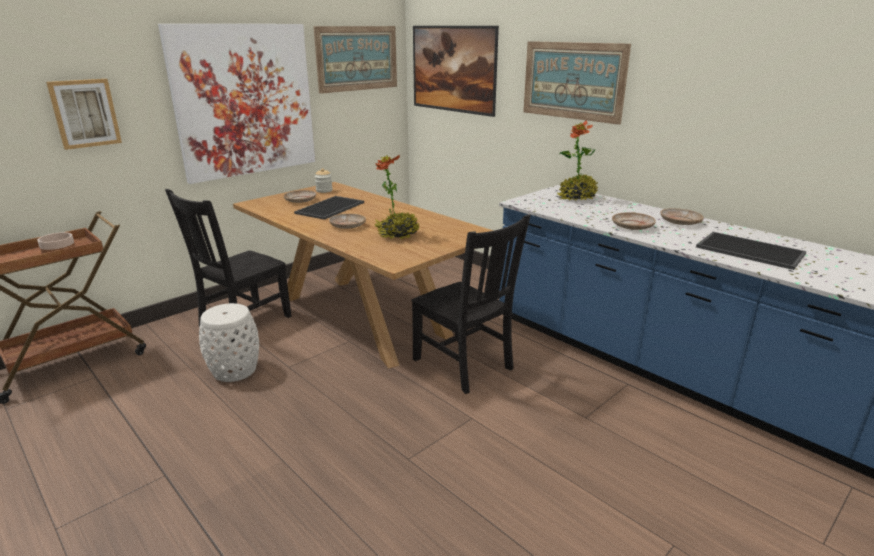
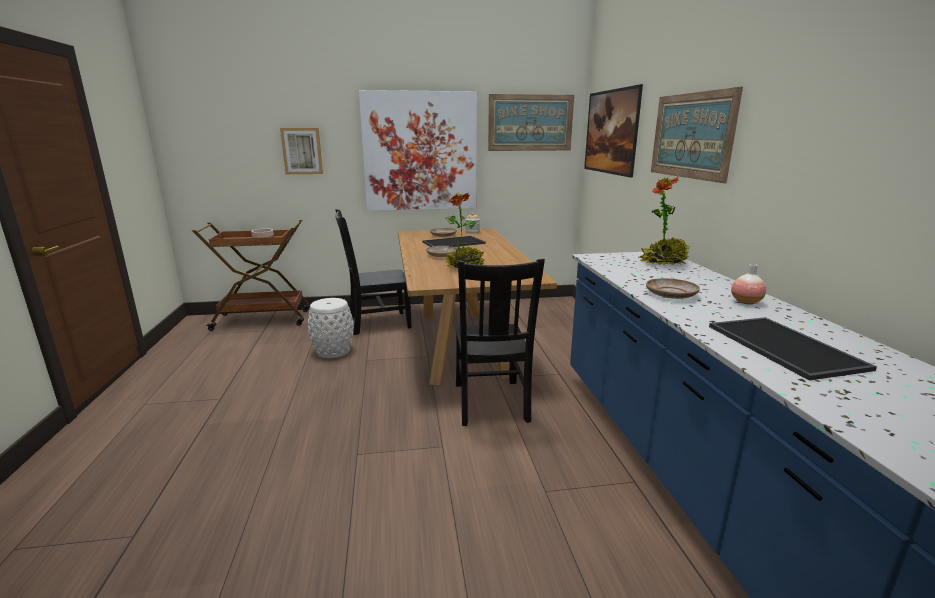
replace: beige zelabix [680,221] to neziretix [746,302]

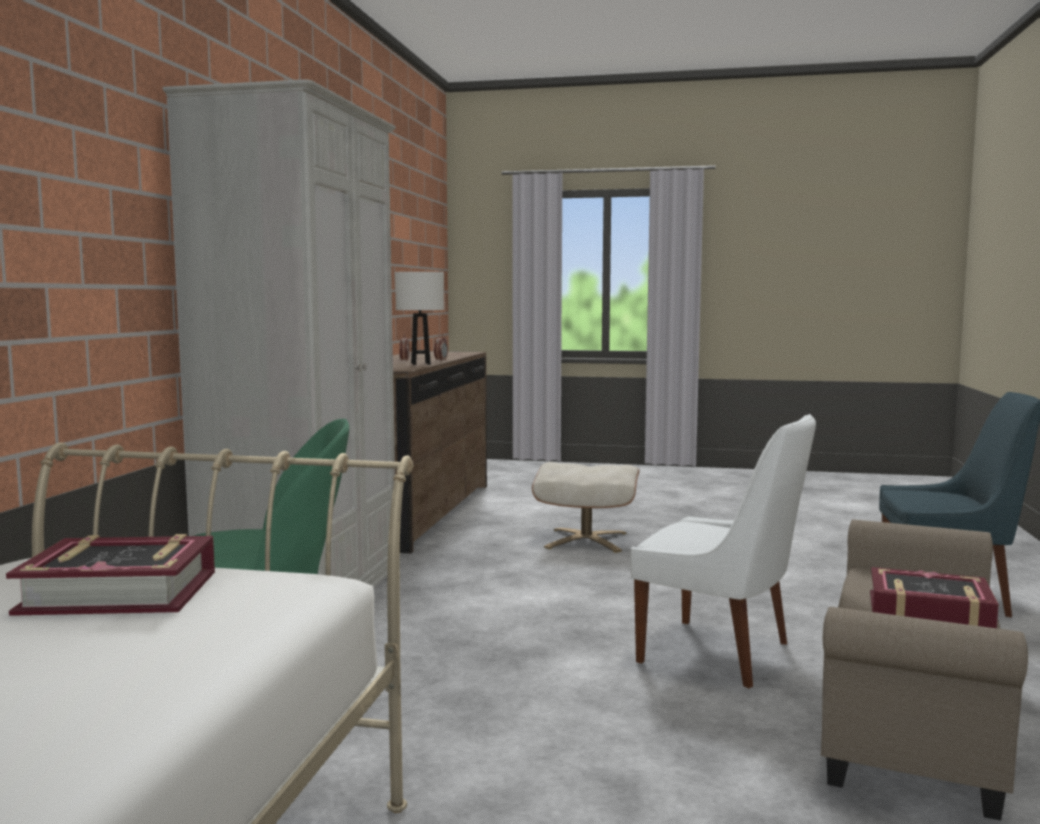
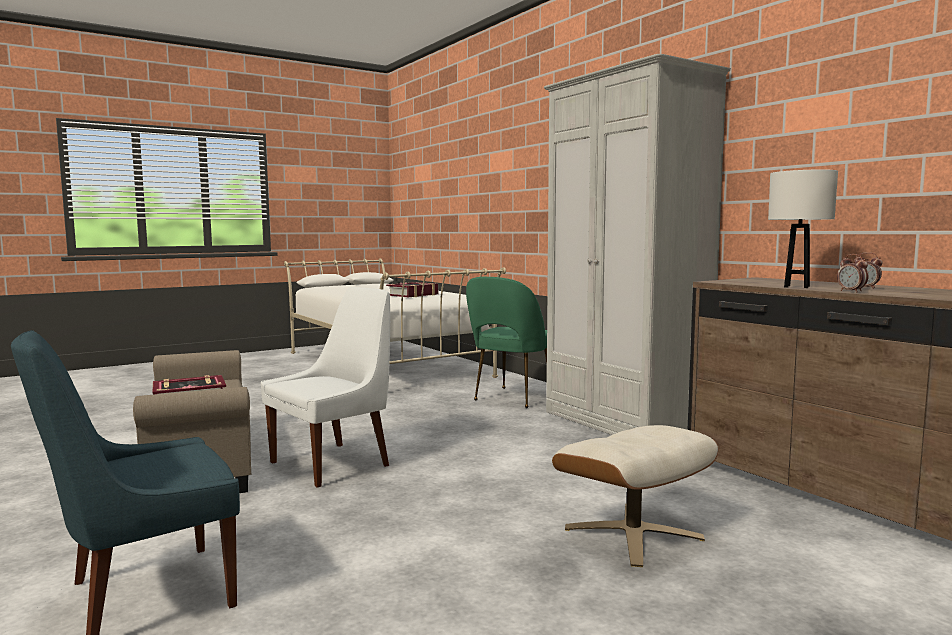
rotate: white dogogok [720,654] = [334,463] 150 degrees clockwise

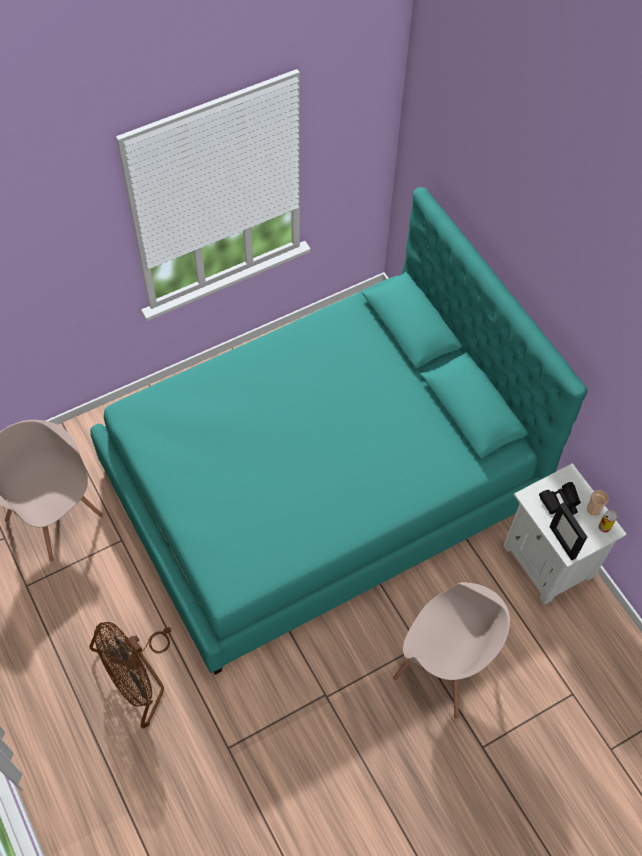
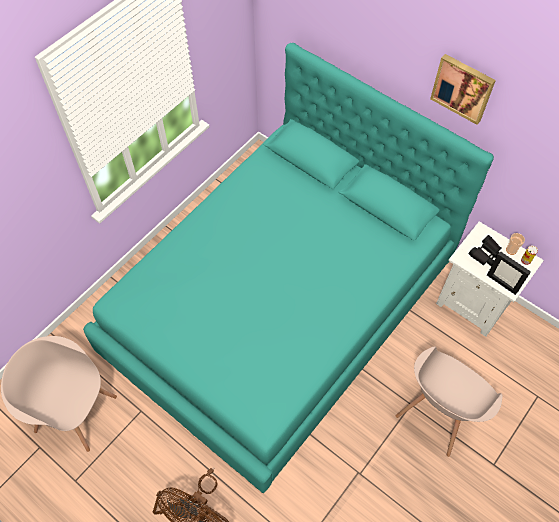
insert: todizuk [463,88]
rotate: beige dogogok [444,668] = [437,414] 120 degrees clockwise

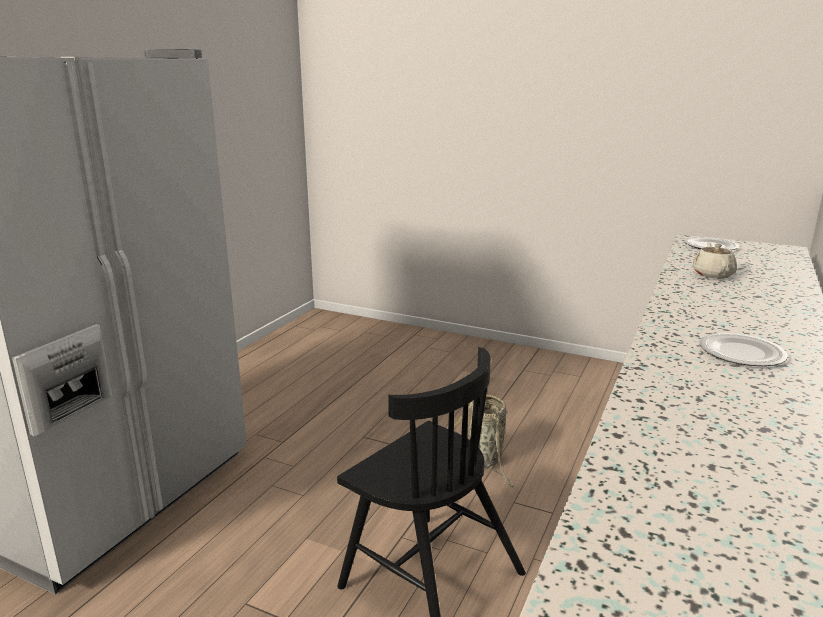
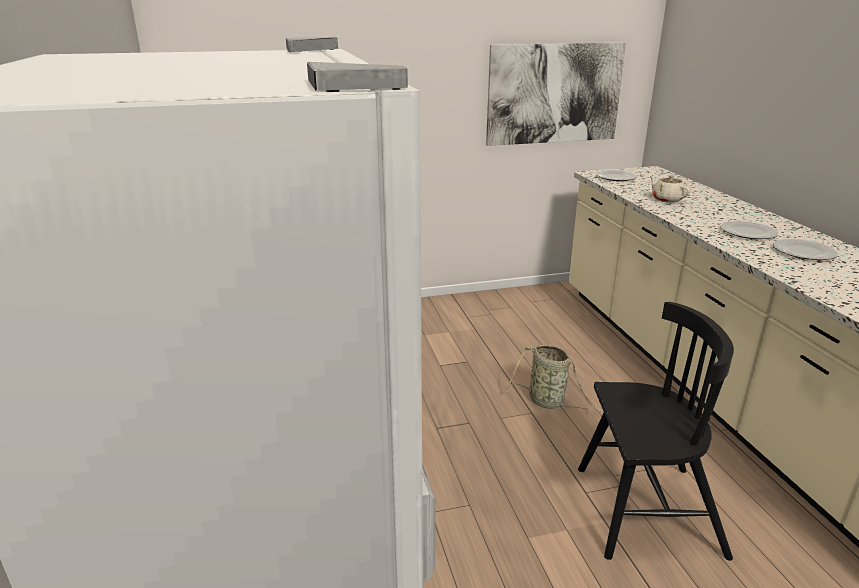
insert: todizuk [554,94]; zelabix [749,232]

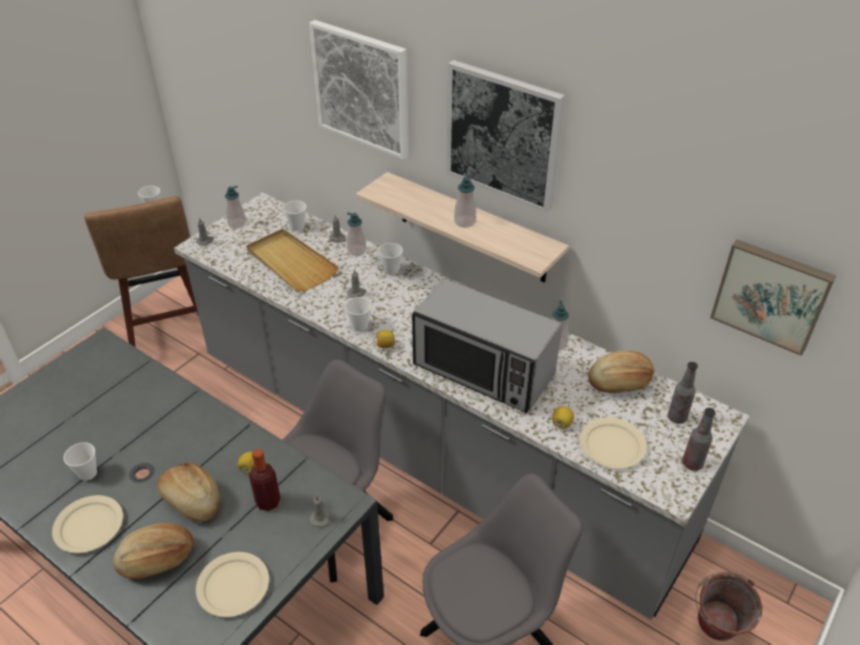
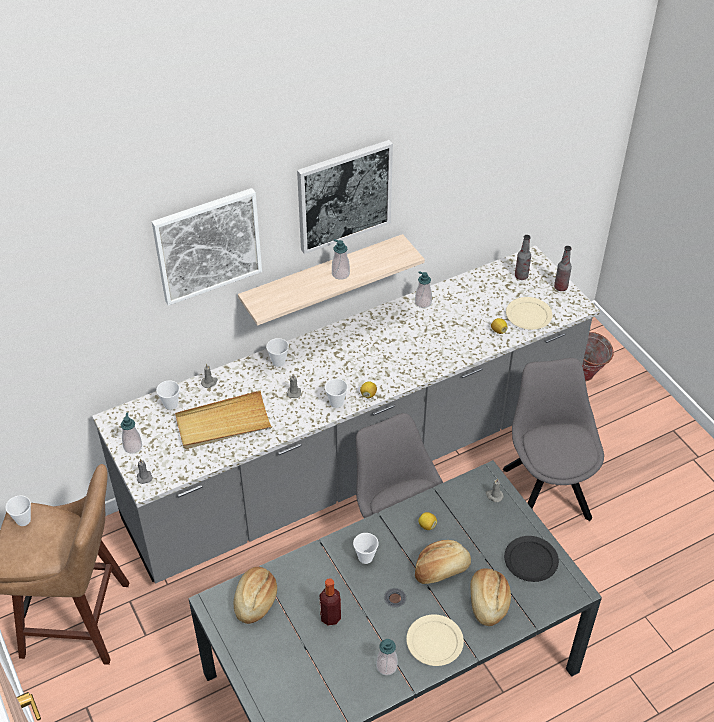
delete: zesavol [483,371]; todizuk [771,294]
move: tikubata [88,473] to [365,557]; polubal [268,502] to [330,617]; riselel [356,251] to [386,666]; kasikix [620,382] to [255,600]
recolor: beige zelabix [234,586] to black zelabix [530,560]

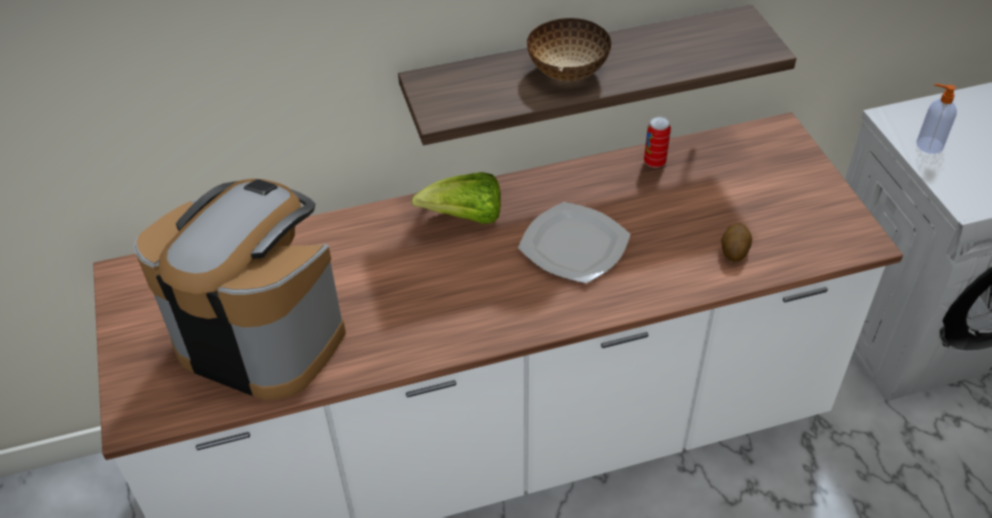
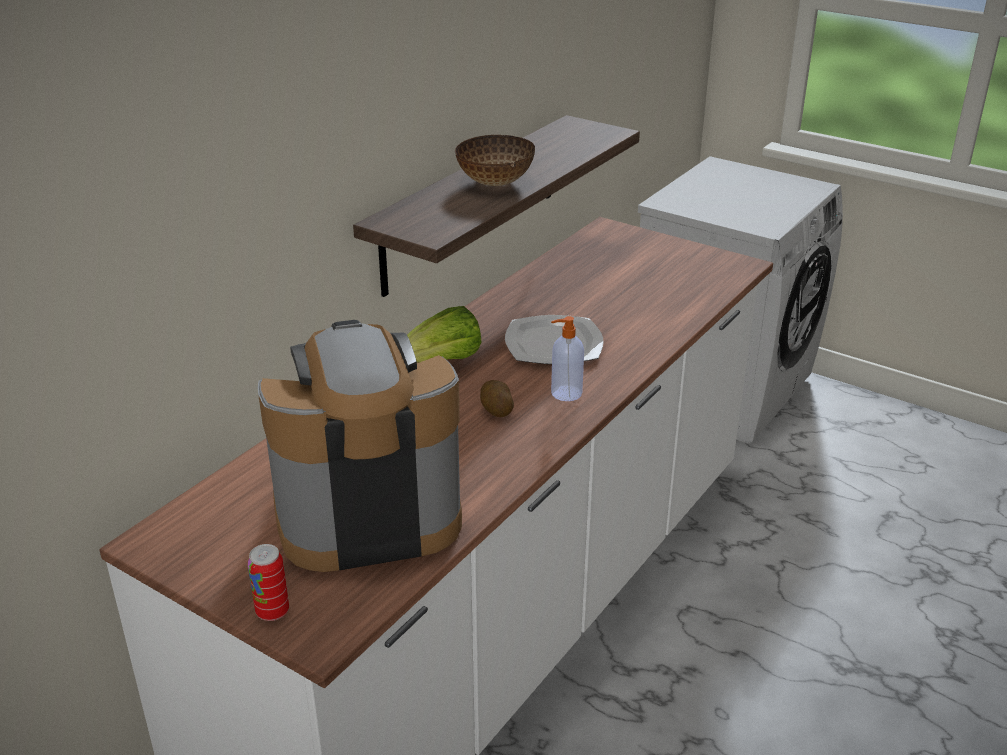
move: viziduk [654,162] to [272,612]; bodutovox [734,250] to [496,410]; riselel [928,145] to [565,393]

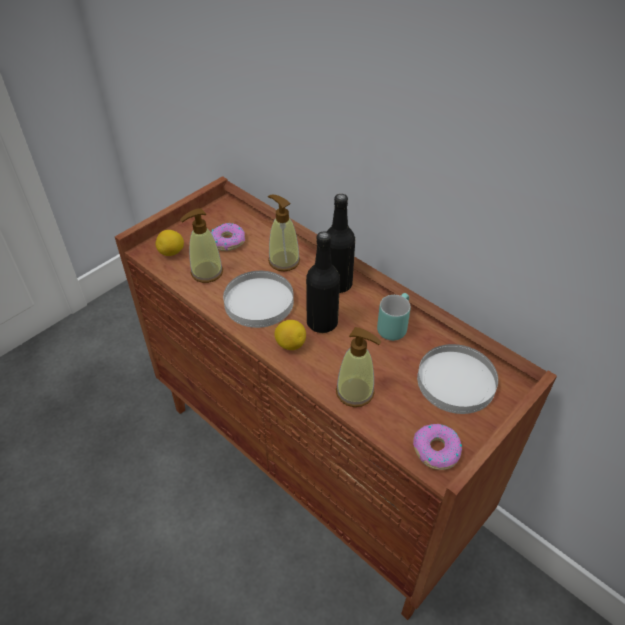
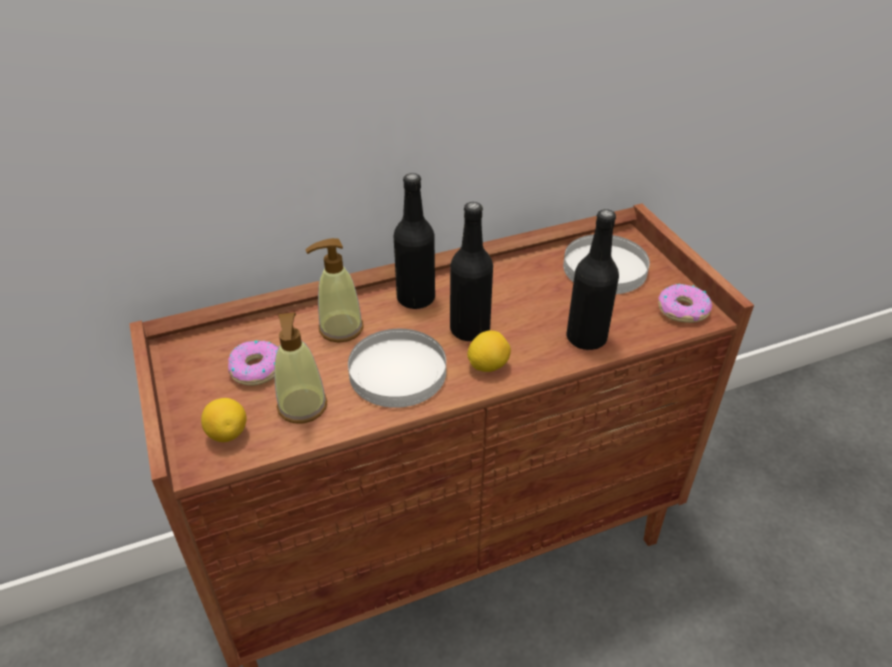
delete: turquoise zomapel [392,325]
replace: riselel [355,392] to black polubal [586,338]

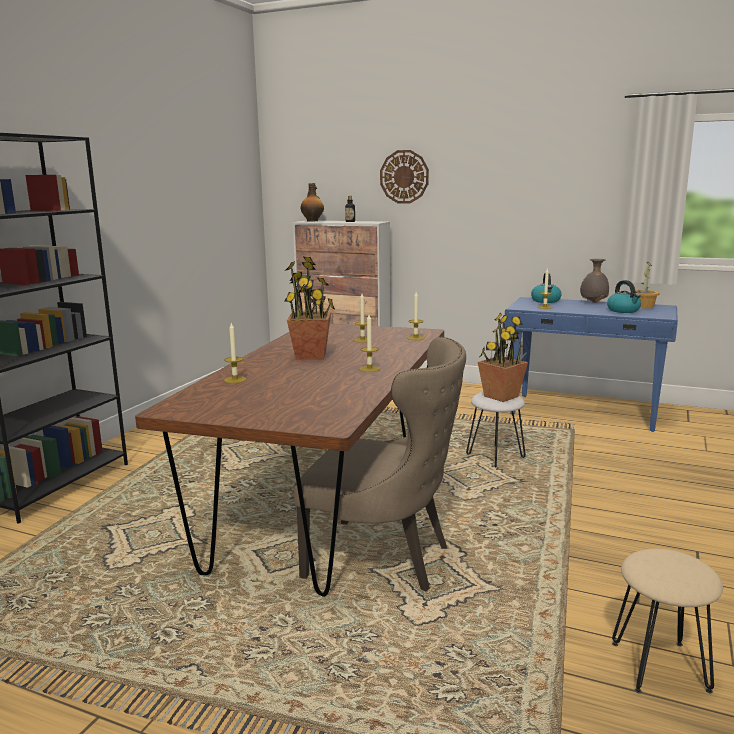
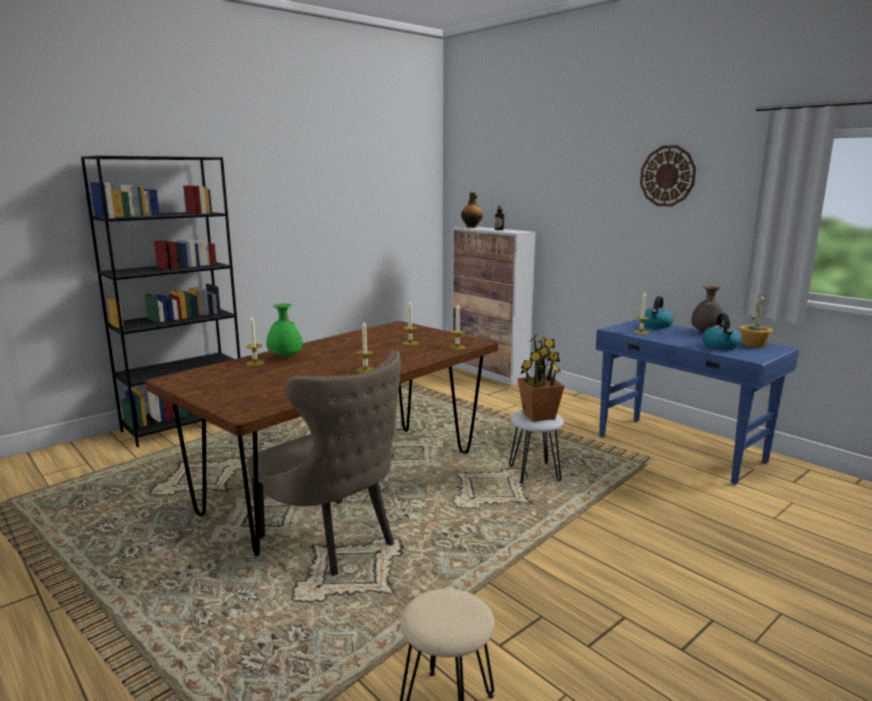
delete: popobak [311,356]
insert: green neziretix [285,357]
move: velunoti [404,177] to [667,176]

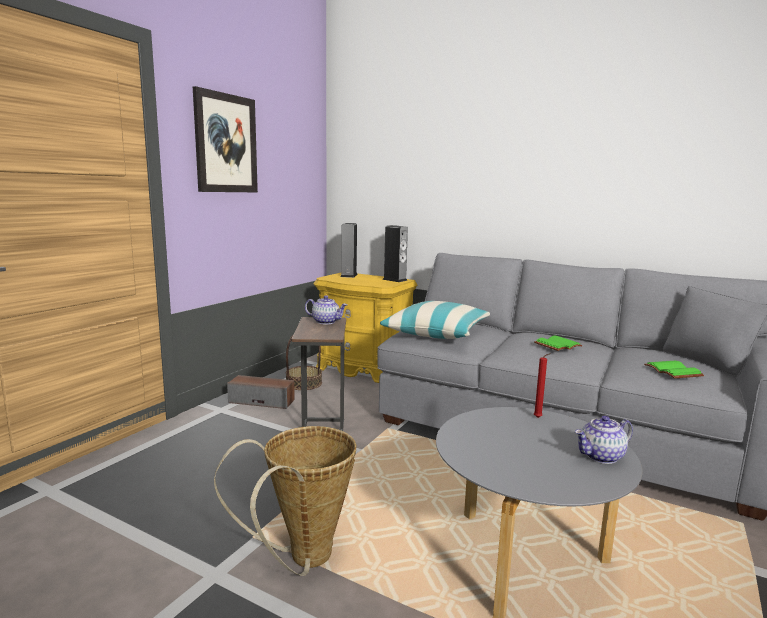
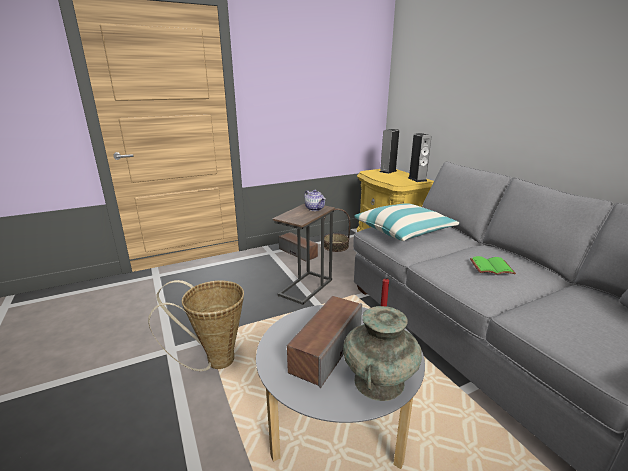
delete: todizuk [226,143]; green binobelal [674,371]
insert: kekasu [326,349]
replace: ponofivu [601,456] to turquoise neziretix [379,381]

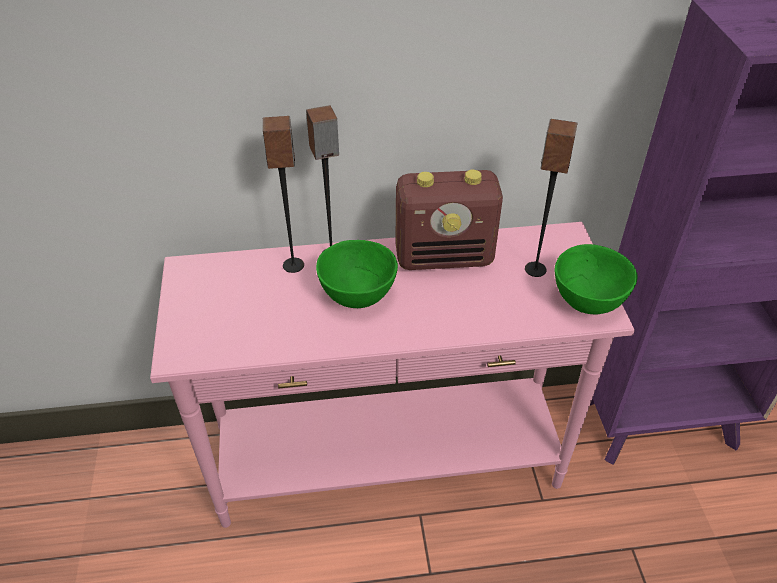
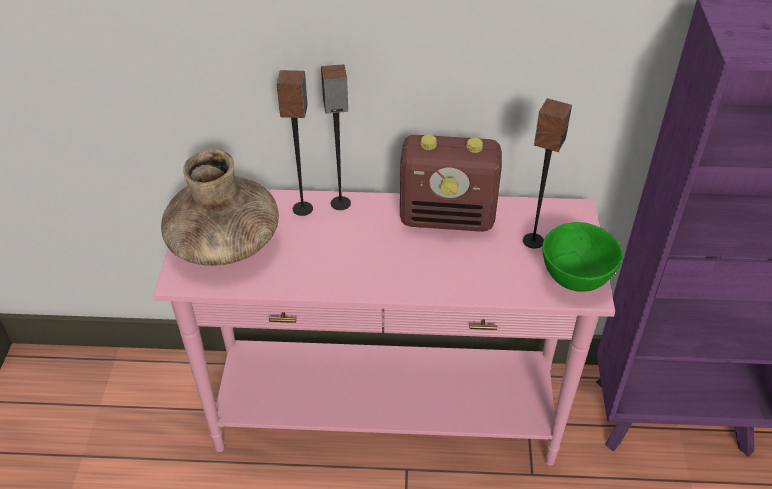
delete: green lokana [356,295]
insert: brown neziretix [224,243]

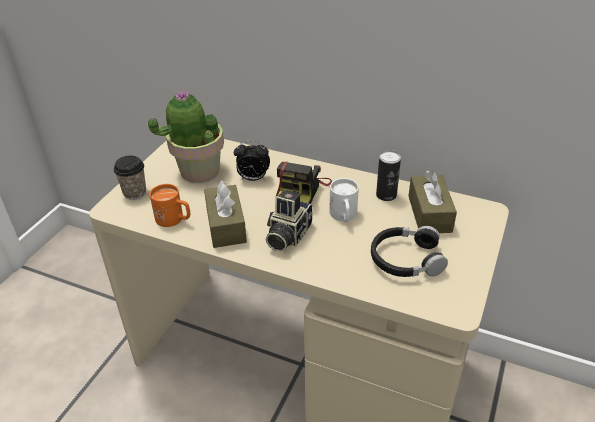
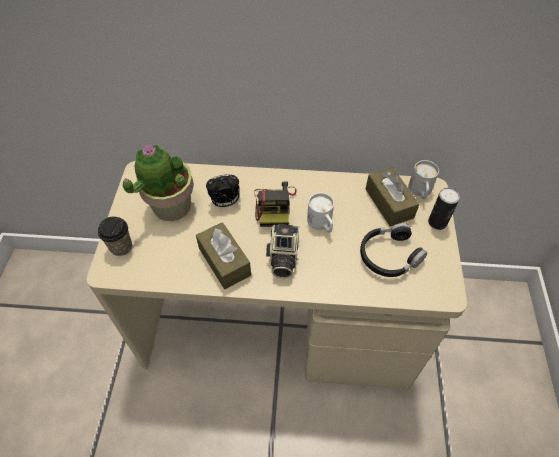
delete: orange zomapel [174,220]
insert: white zomapel [420,192]
move: viziduk [386,195] to [437,222]

